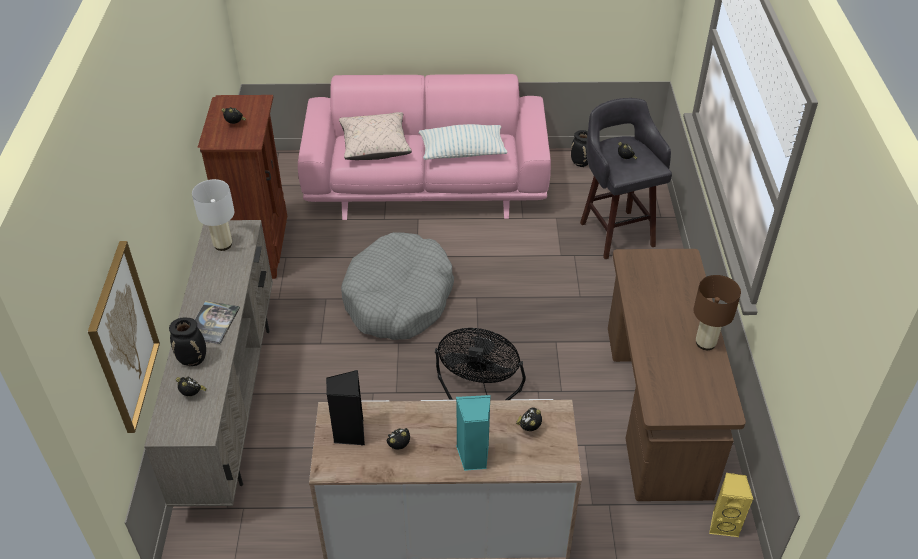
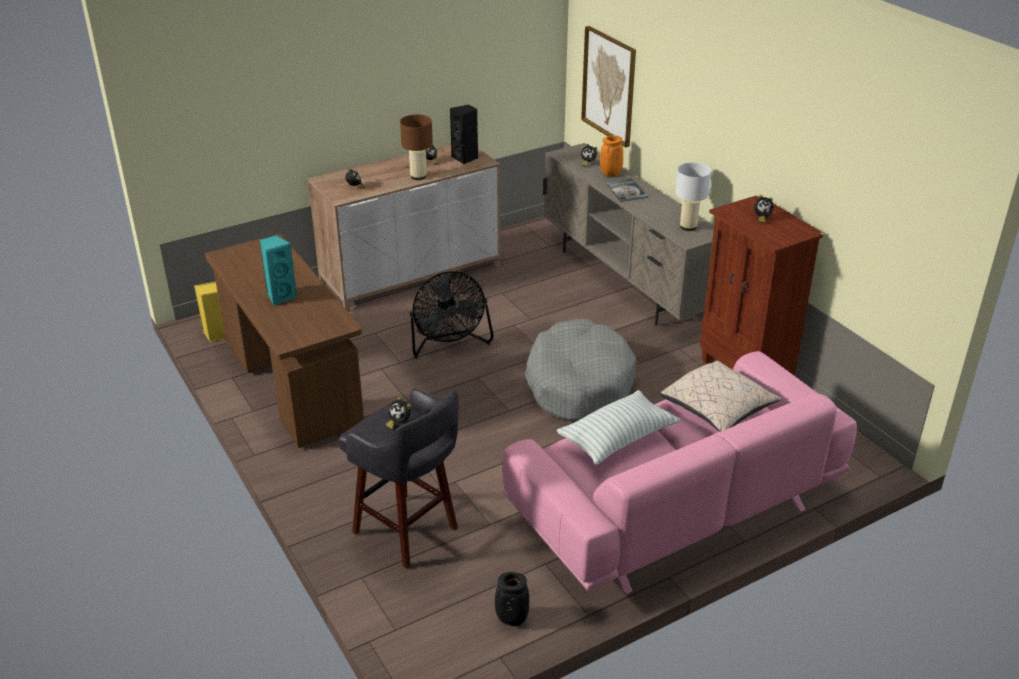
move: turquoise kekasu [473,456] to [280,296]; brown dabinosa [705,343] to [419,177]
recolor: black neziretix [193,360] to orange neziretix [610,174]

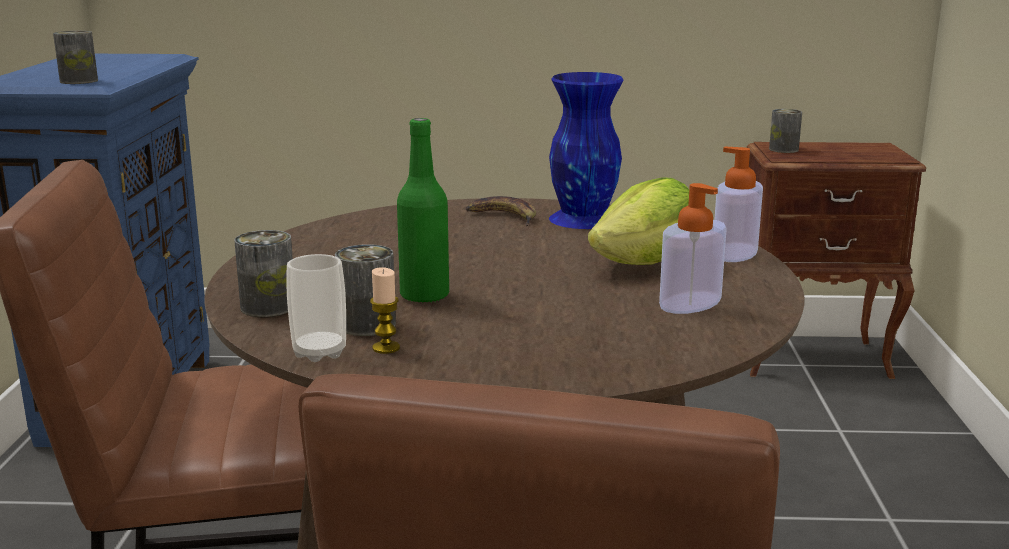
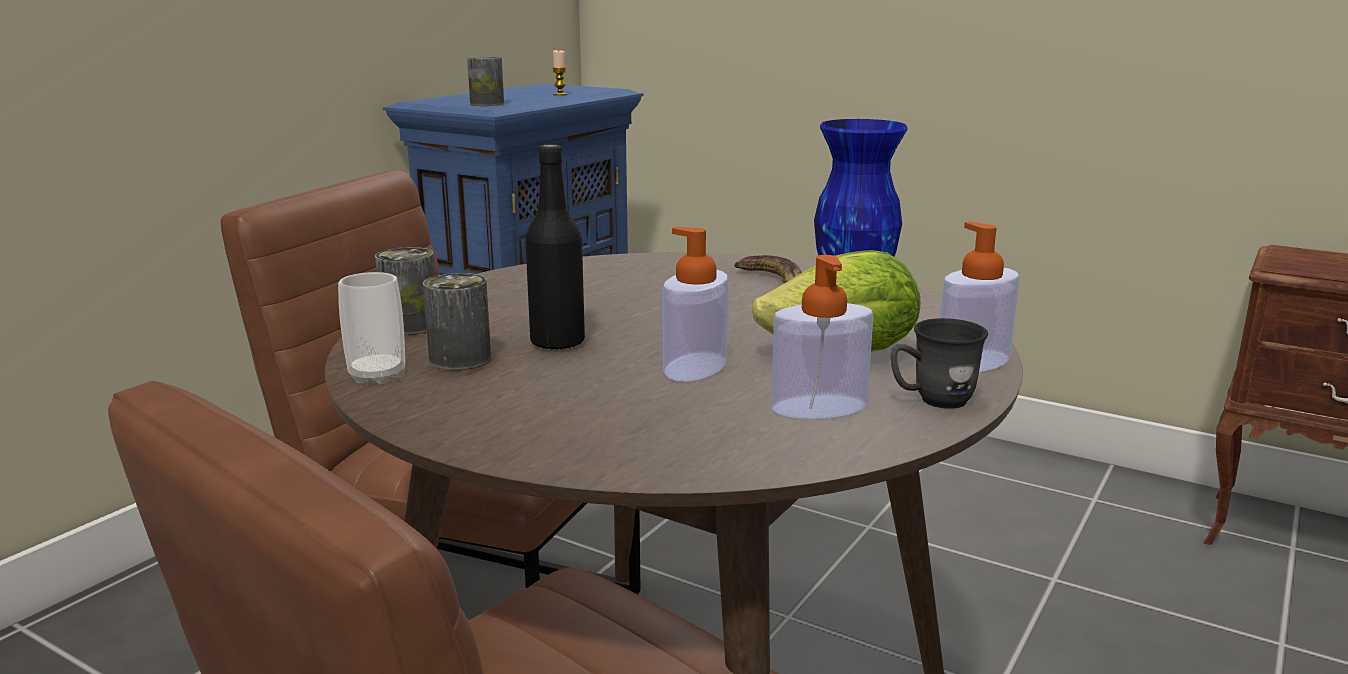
delete: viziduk [783,149]
insert: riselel [695,367]; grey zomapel [932,401]
move: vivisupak [386,348] to [560,94]
recolor: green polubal [424,296] to black polubal [557,342]

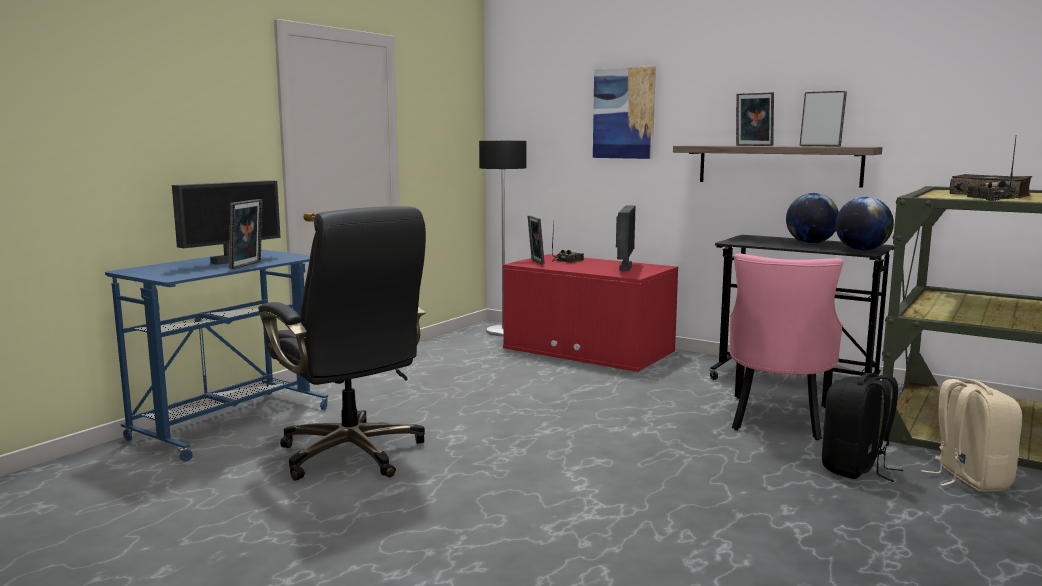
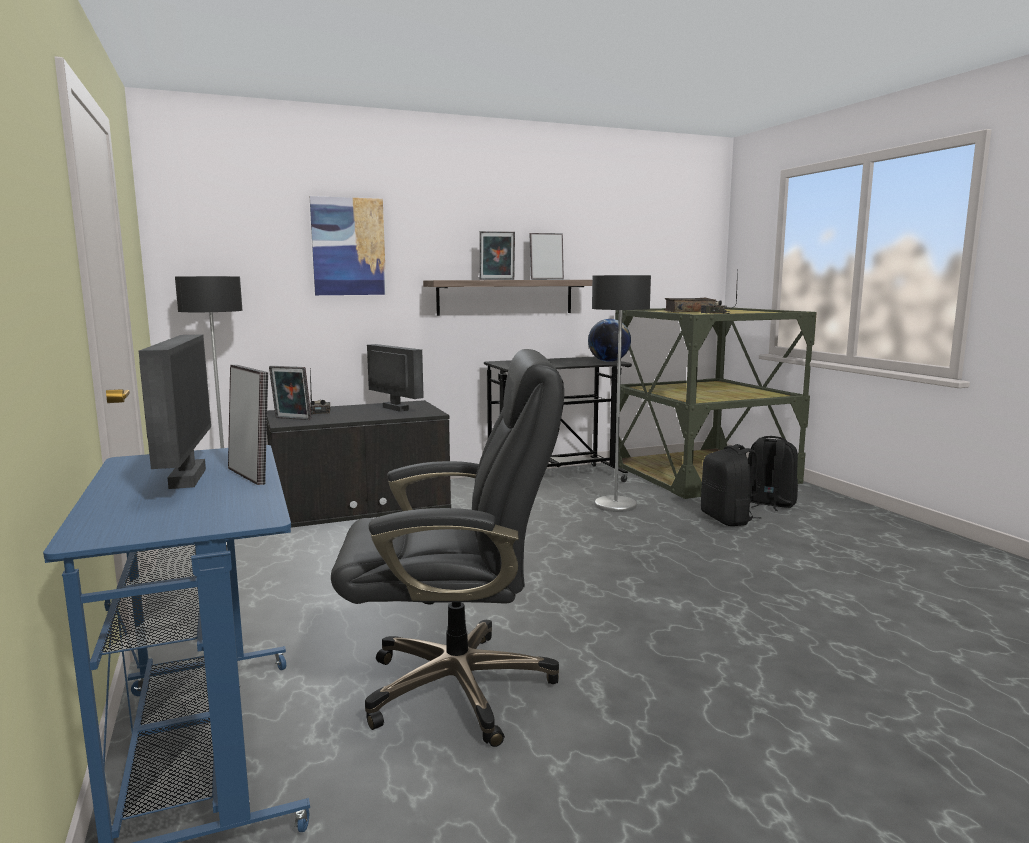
delete: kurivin [810,243]
replace: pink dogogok [778,417] to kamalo [615,505]
recolor: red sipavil [588,349] to black sipavil [360,504]; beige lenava [969,479] to black lenava [768,503]

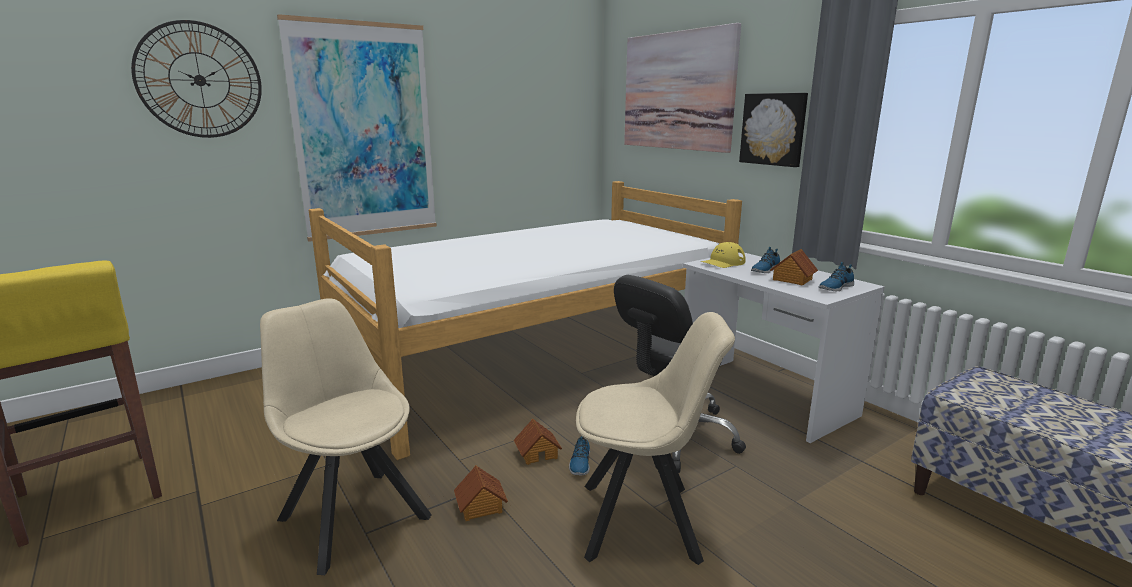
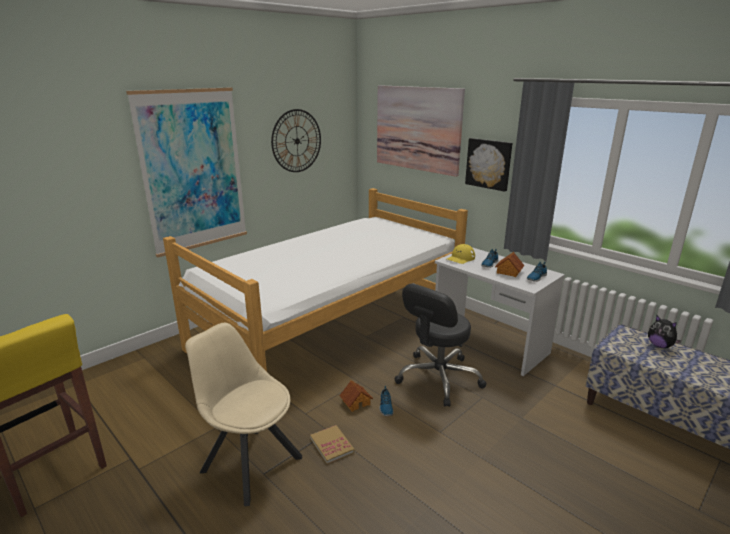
delete: beige dogogok [643,521]
insert: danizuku [660,346]
move: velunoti [199,80] to [297,141]
replace: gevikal [480,506] to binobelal [332,445]

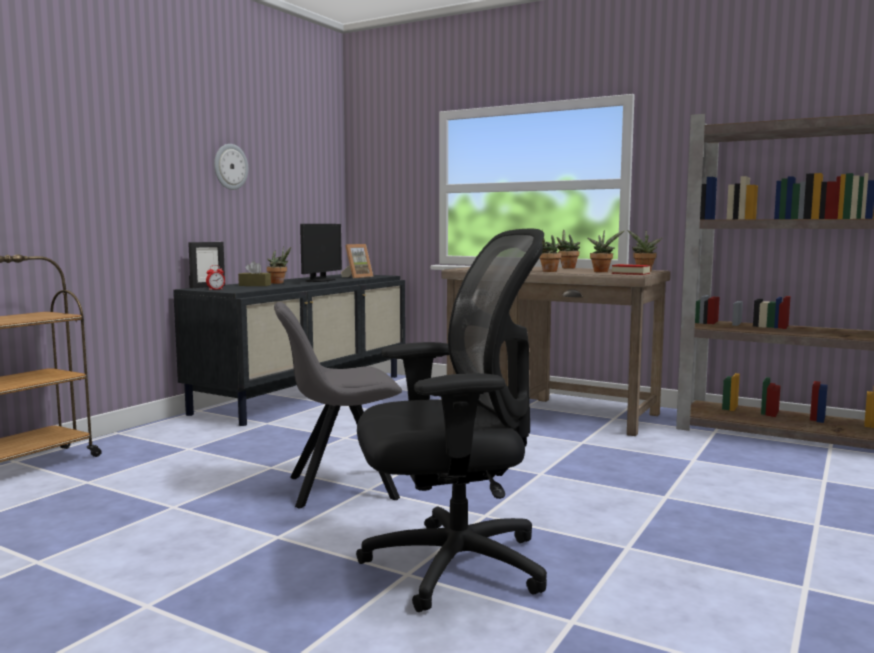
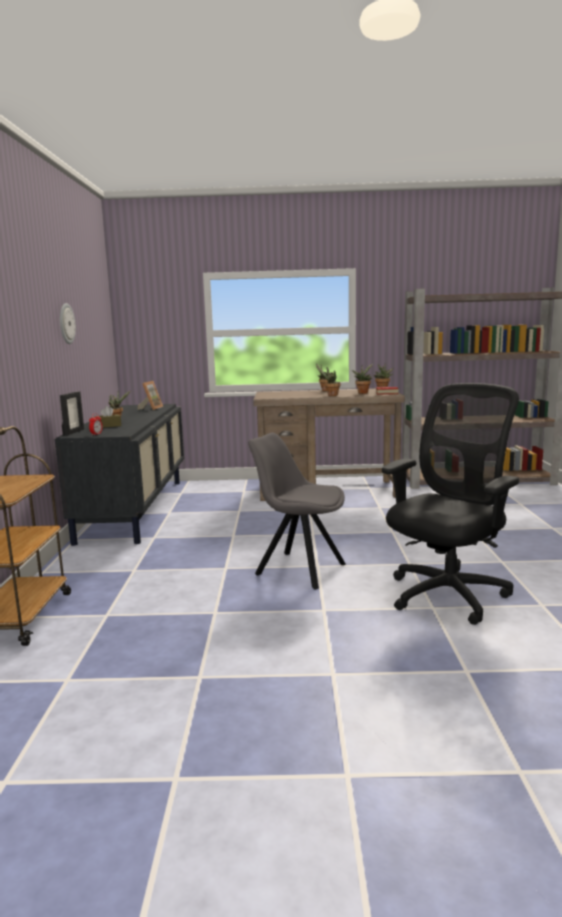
delete: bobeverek [320,280]
rotate: grey dogogok [341,488] = [299,569] 75 degrees clockwise

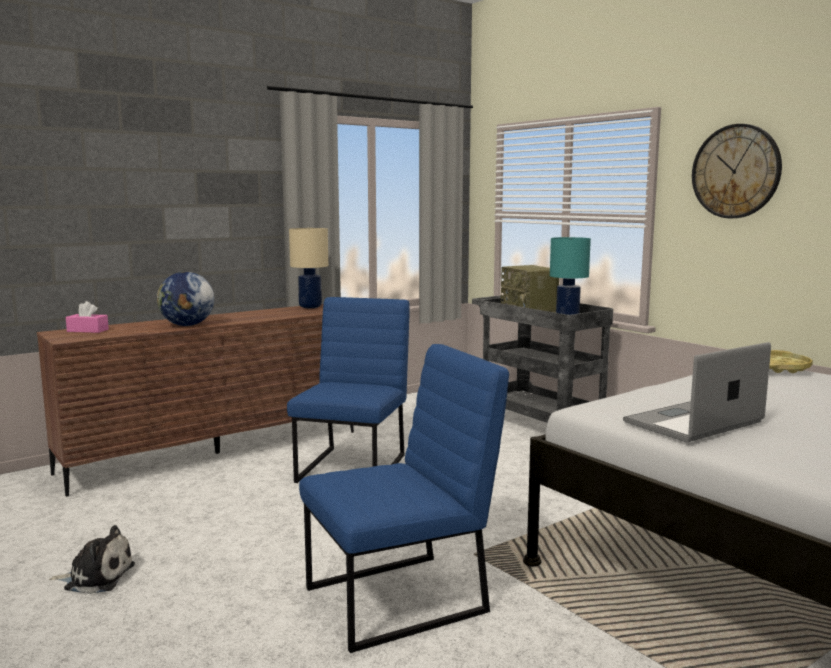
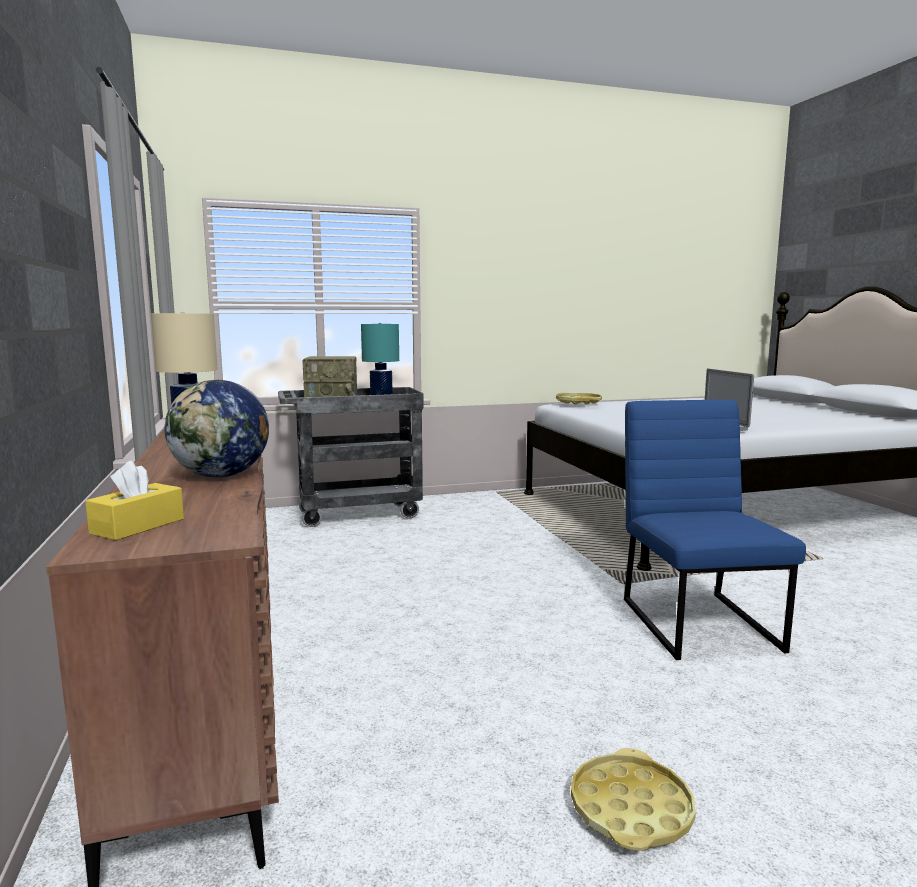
delete: blue dogogok [354,467]; velunoti [736,171]
replace: danizuku [96,577] to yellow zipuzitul [630,809]
recolor: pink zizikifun [87,330] to yellow zizikifun [138,526]

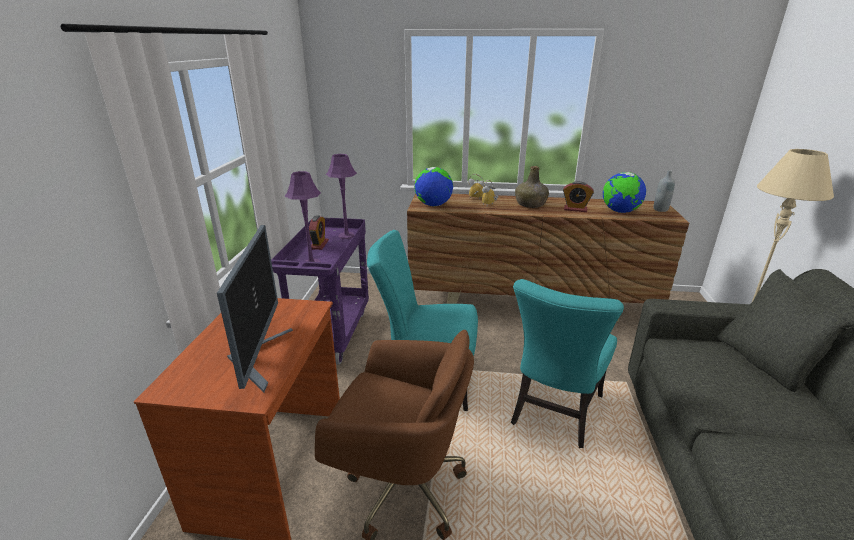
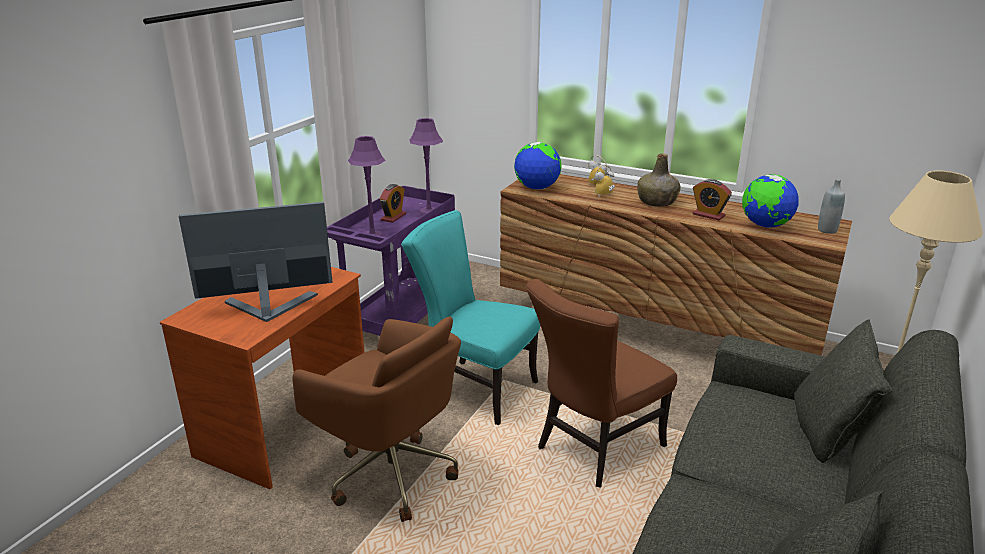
recolor: turquoise dogogok [553,413] to brown dogogok [594,449]
rotate: bobeverek [259,356] = [267,308] 120 degrees counterclockwise

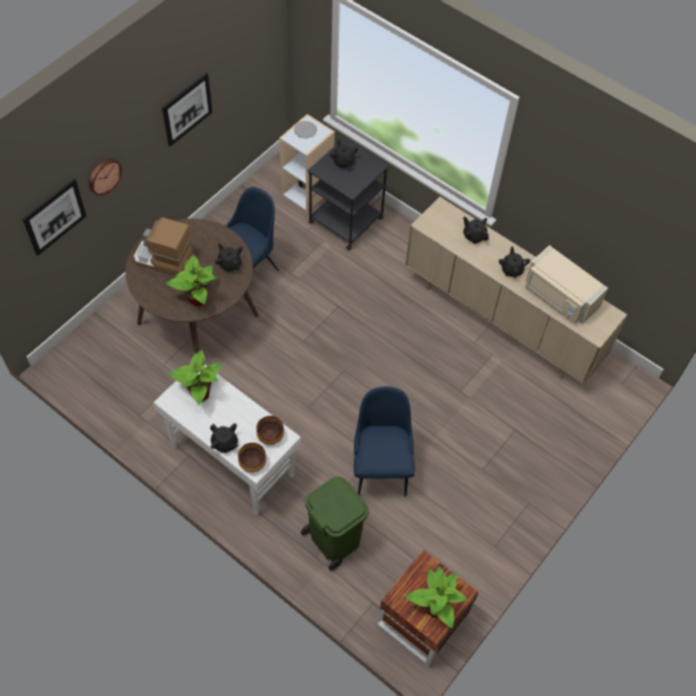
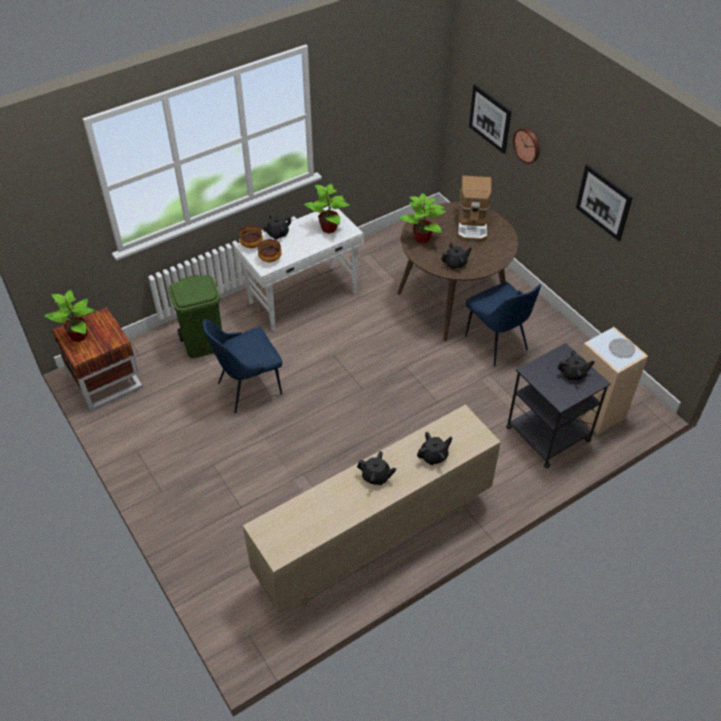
delete: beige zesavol [559,297]
rotate: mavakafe [163,259] = [473,225] 150 degrees clockwise; blue dogogok [380,470] = [249,389] 135 degrees clockwise

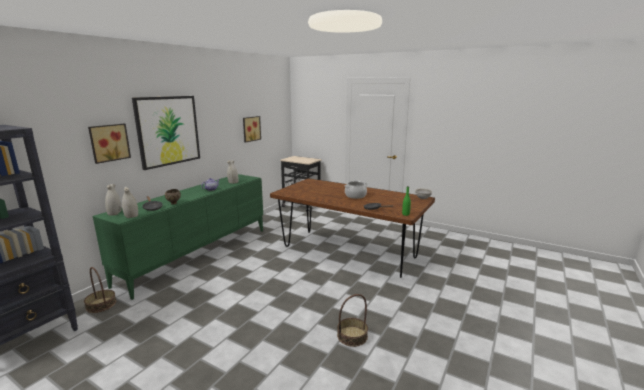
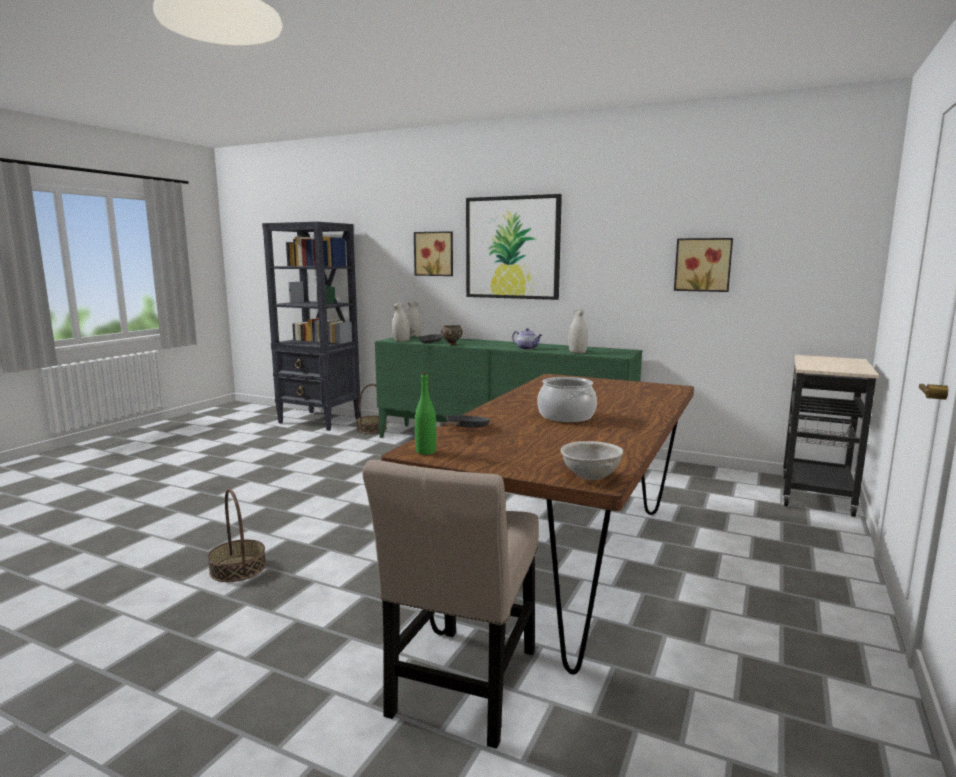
insert: beige dogogok [463,688]

